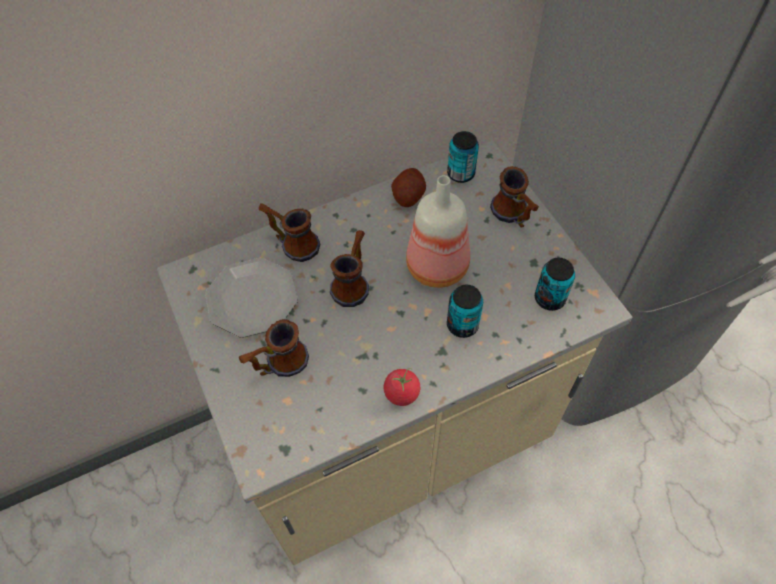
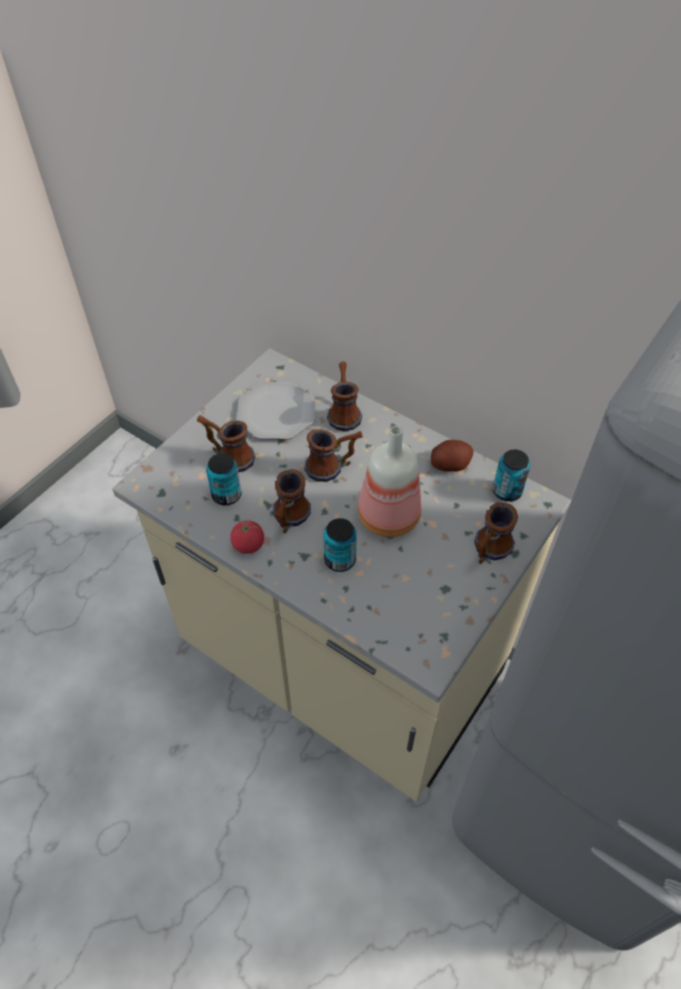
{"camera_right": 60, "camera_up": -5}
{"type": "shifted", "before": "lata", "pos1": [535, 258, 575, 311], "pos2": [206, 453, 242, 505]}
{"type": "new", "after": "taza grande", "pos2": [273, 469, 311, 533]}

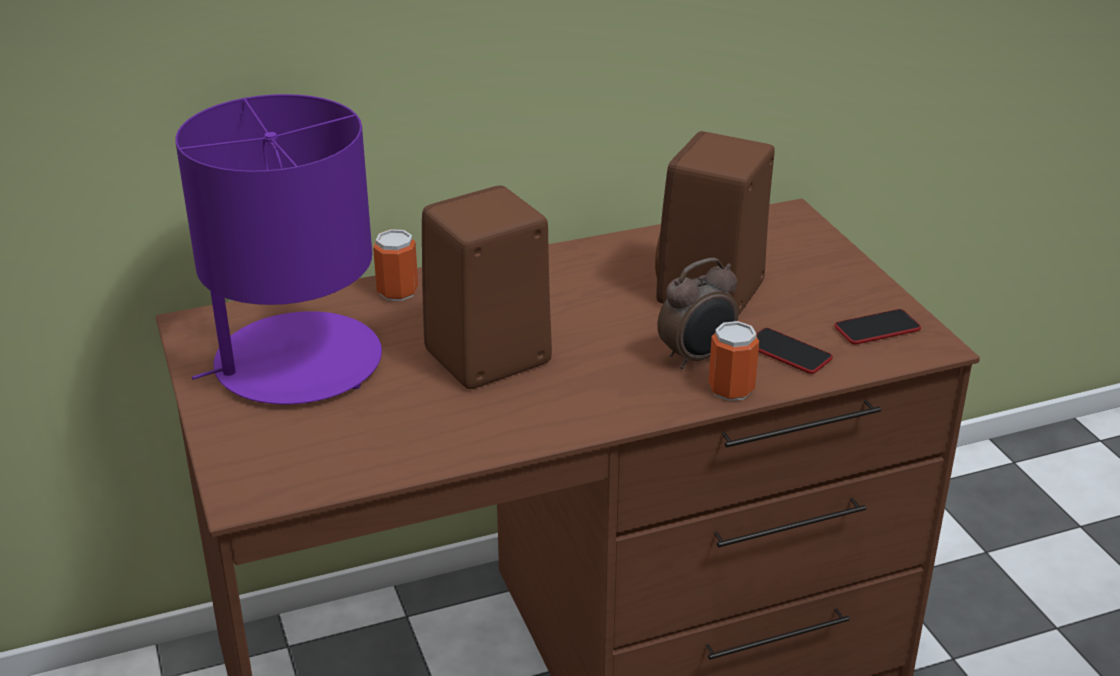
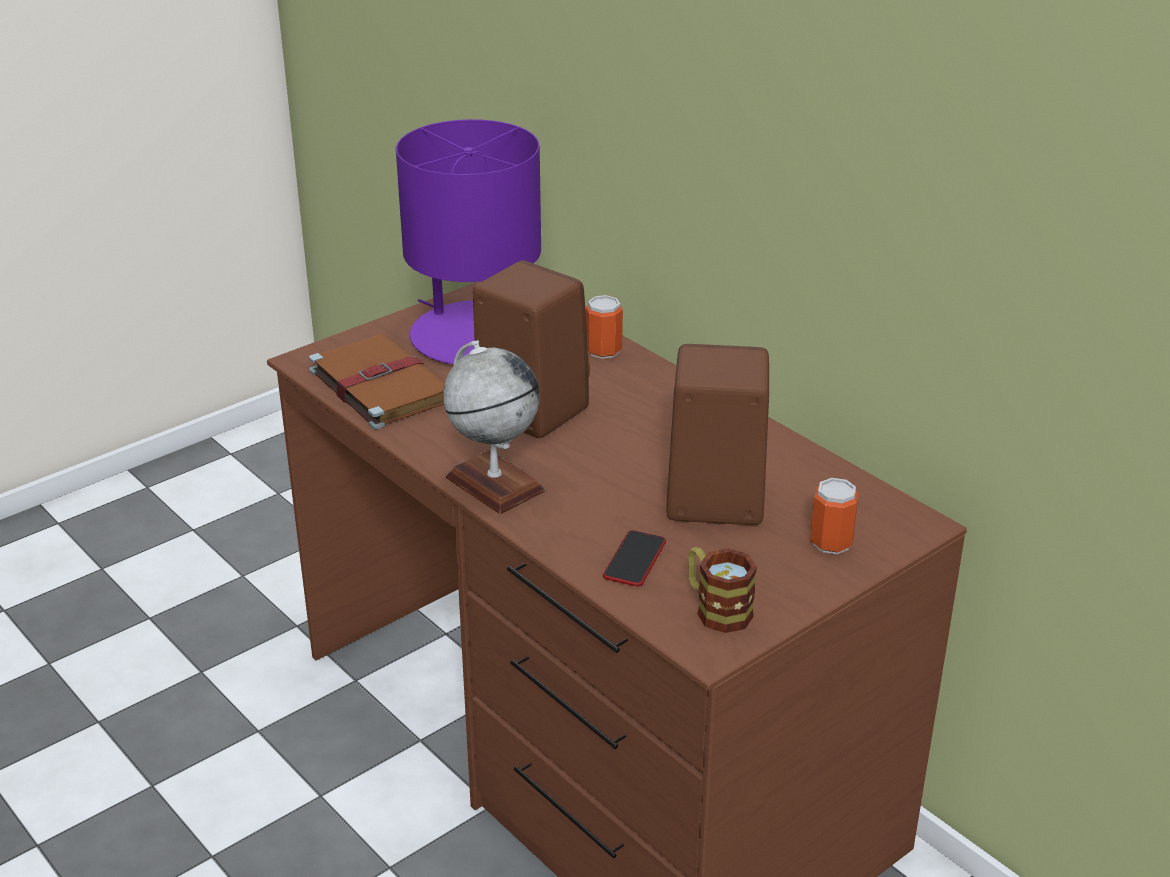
{"camera_right": 70, "camera_up": 0}
{"type": "gone", "before": "despertador", "pos1": [657, 258, 739, 369]}
{"type": "swapped", "before": "móvil", "after": "taza grande", "pos1": [834, 309, 921, 344], "pos2": [688, 547, 757, 633]}
{"type": "shifted", "before": "lata", "pos1": [708, 321, 759, 401], "pos2": [810, 478, 859, 554]}
{"type": "new", "after": "libro (marrón)", "pos2": [309, 334, 445, 429]}
{"type": "new", "after": "globo terráqueo", "pos2": [443, 340, 545, 514]}

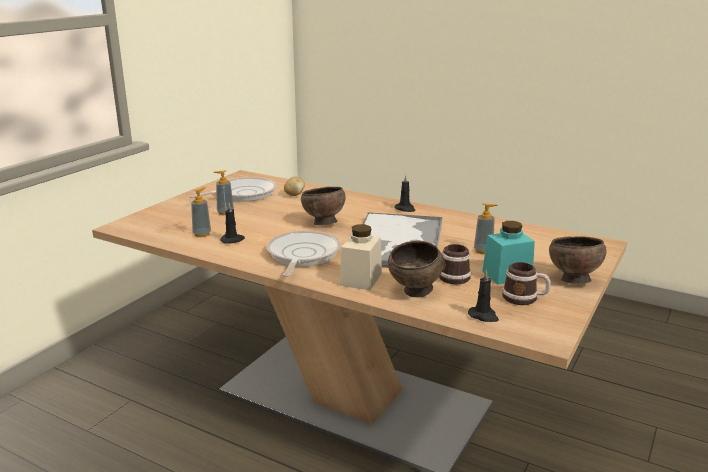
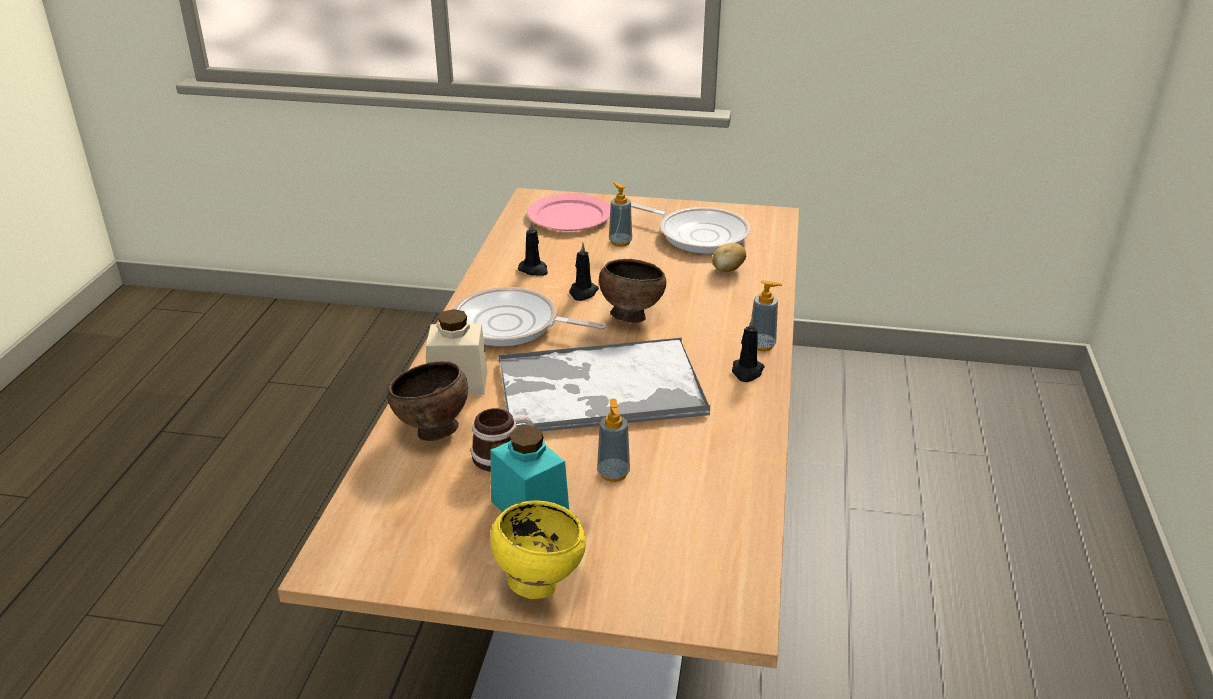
{"camera_right": 70, "camera_up": 10}
{"type": "shifted", "before": "dispensador de jabón", "pos1": [191, 187, 211, 237], "pos2": [751, 280, 783, 351]}
{"type": "rotated", "before": "sartén", "pos1": [266, 230, 341, 277], "pos2": [454, 287, 606, 346], "turn": -150}
{"type": "repainted", "before": "cuenco (marrón)", "after": "cuenco (amarillo)", "pos1": [549, 236, 607, 284], "pos2": [490, 501, 586, 599]}
{"type": "gone", "before": "taza grande", "pos1": [502, 262, 551, 305]}
{"type": "shifted", "before": "vela (negro)", "pos1": [468, 270, 499, 322], "pos2": [569, 243, 599, 301]}
{"type": "new", "after": "plato (rosa)", "pos2": [527, 193, 610, 231]}

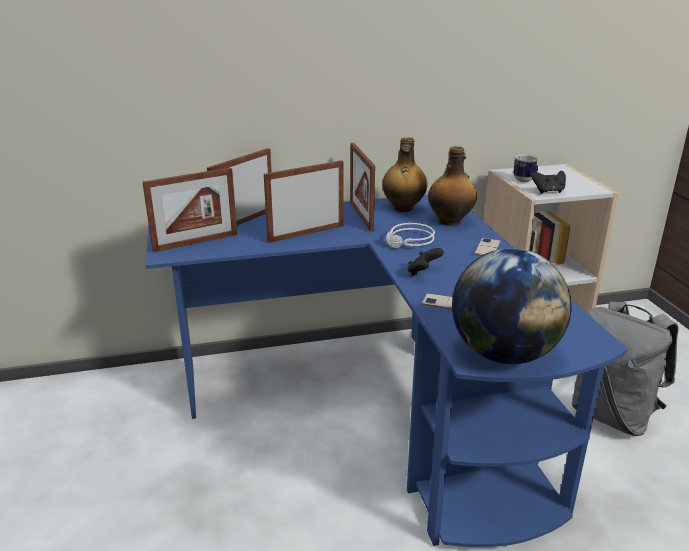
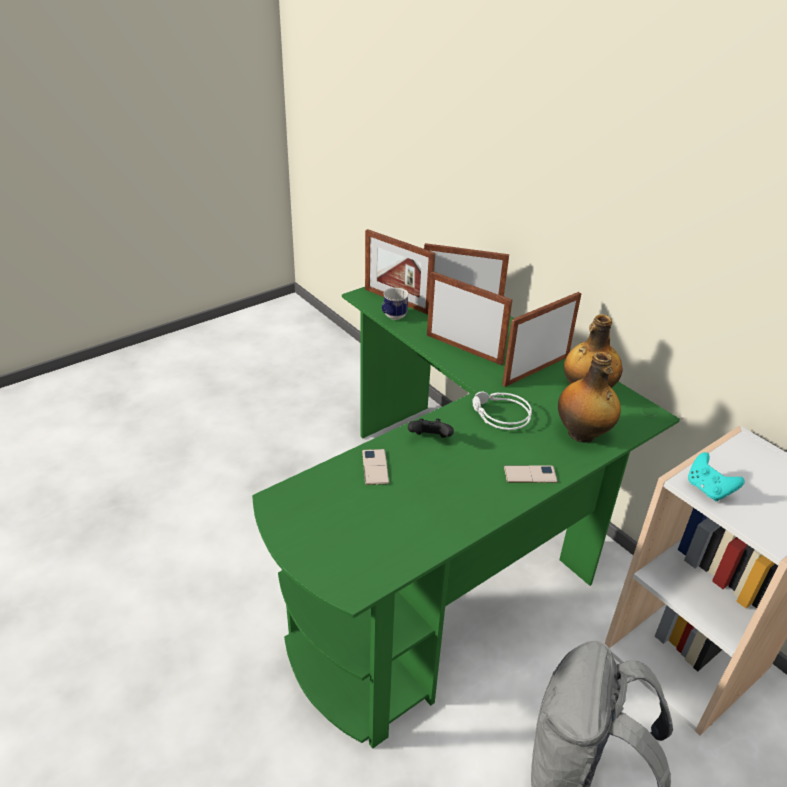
{"camera_right": 65, "camera_up": 10}
{"type": "shifted", "before": "taza grande", "pos1": [513, 154, 538, 182], "pos2": [382, 287, 409, 320]}
{"type": "repainted", "before": "mando de consola (negro)", "after": "mando de consola (turquesa)", "pos1": [531, 171, 566, 194], "pos2": [688, 452, 745, 501]}
{"type": "repainted", "before": "escritorio (azul)", "after": "escritorio (verde)", "pos1": [146, 195, 628, 547], "pos2": [252, 287, 680, 749]}
{"type": "gone", "before": "globo terráqueo", "pos1": [452, 248, 571, 364]}

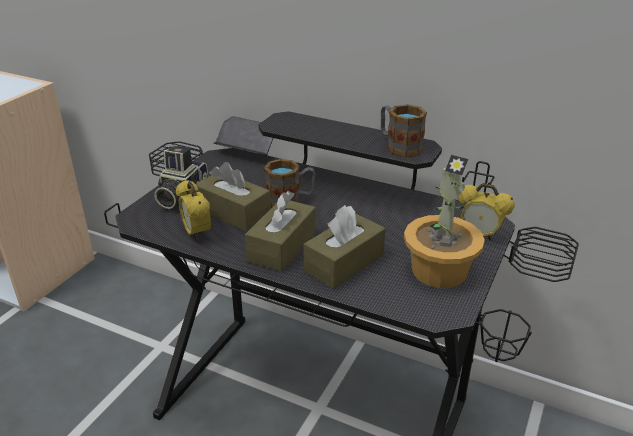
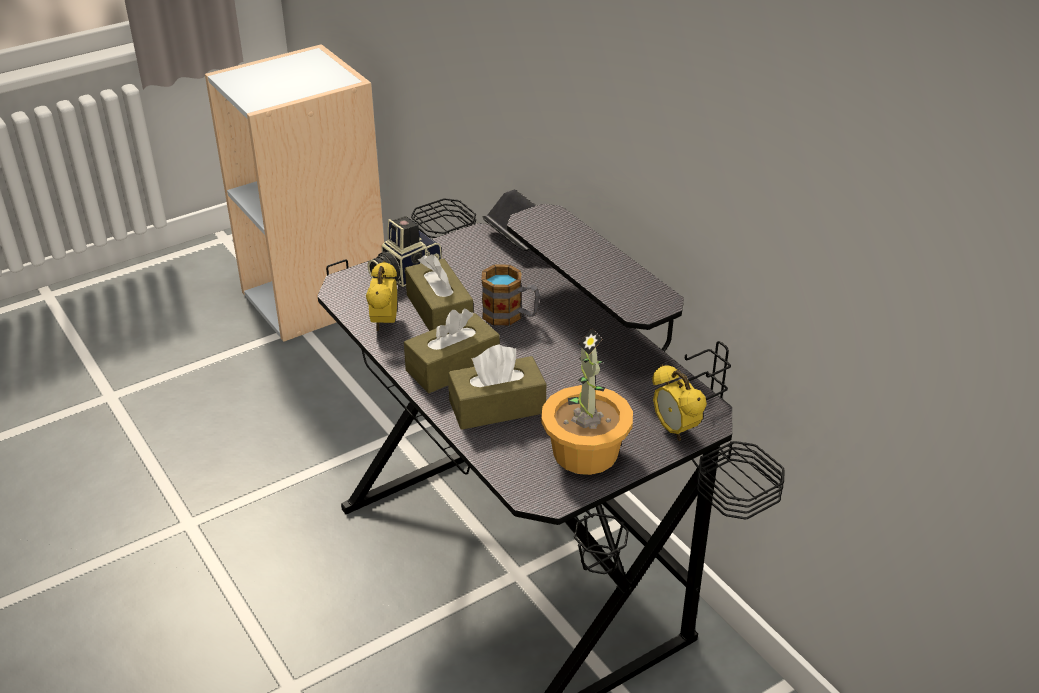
{"camera_right": 30, "camera_up": 5}
{"type": "gone", "before": "taza grande", "pos1": [381, 104, 427, 157]}

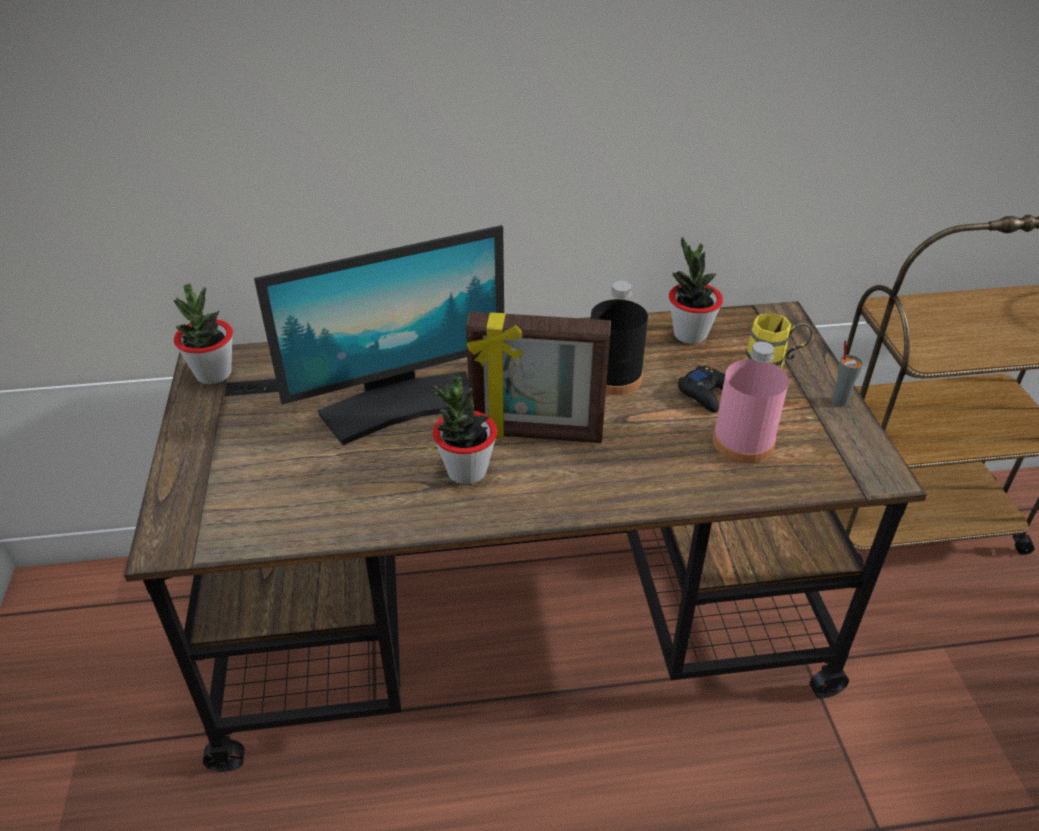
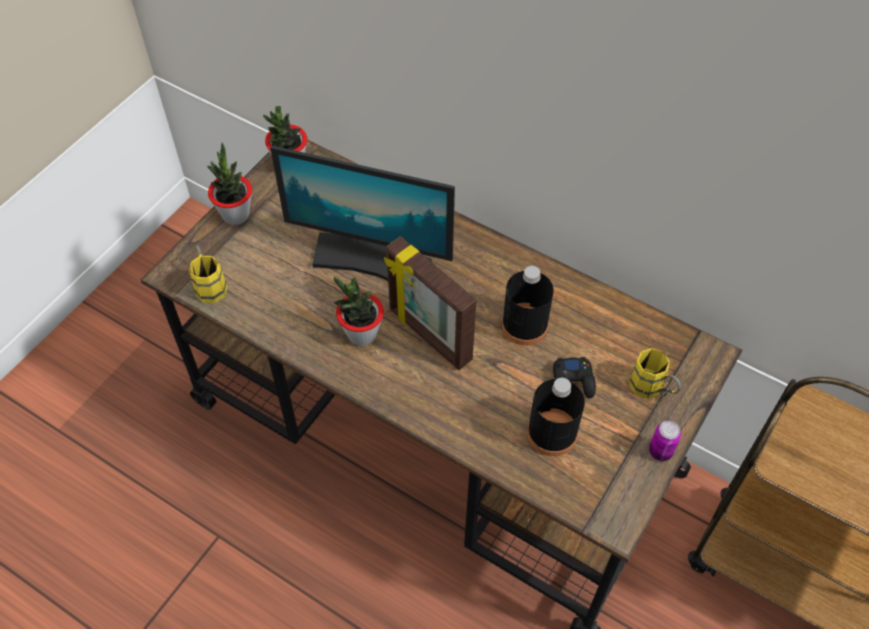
{"camera_right": 40, "camera_up": 15}
{"type": "shifted", "before": "planta en maceta", "pos1": [669, 237, 723, 344], "pos2": [207, 142, 252, 225]}
{"type": "swapped", "before": "taza (gris)", "after": "lata", "pos1": [832, 340, 863, 407], "pos2": [649, 421, 681, 461]}
{"type": "repainted", "before": "botella (rosa)", "after": "botella (negro)", "pos1": [713, 341, 789, 463], "pos2": [527, 378, 585, 457]}
{"type": "new", "after": "taza grande (amarillo)", "pos2": [189, 245, 228, 303]}

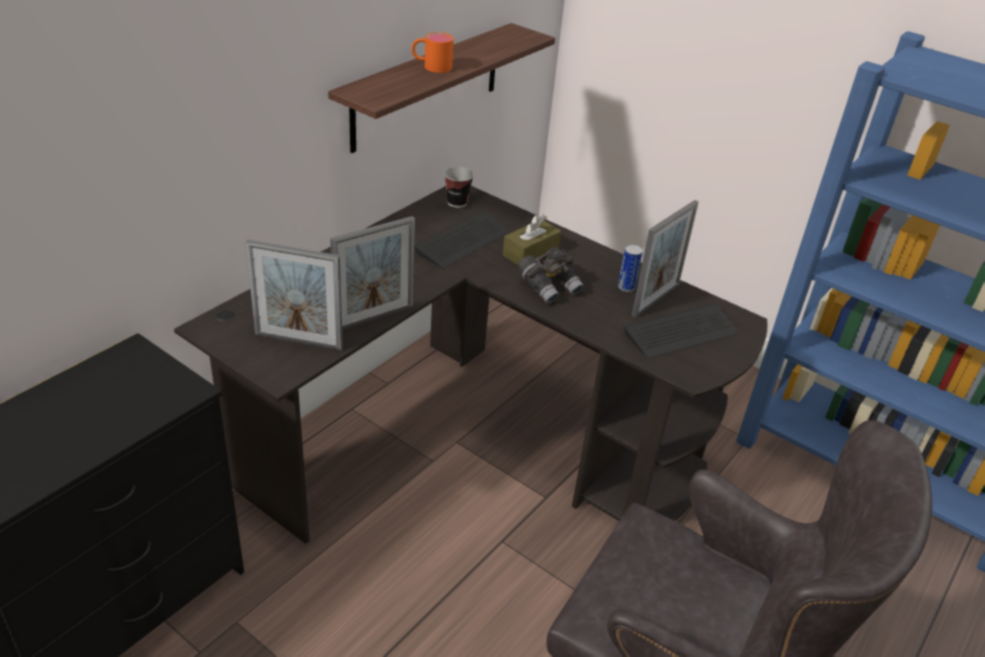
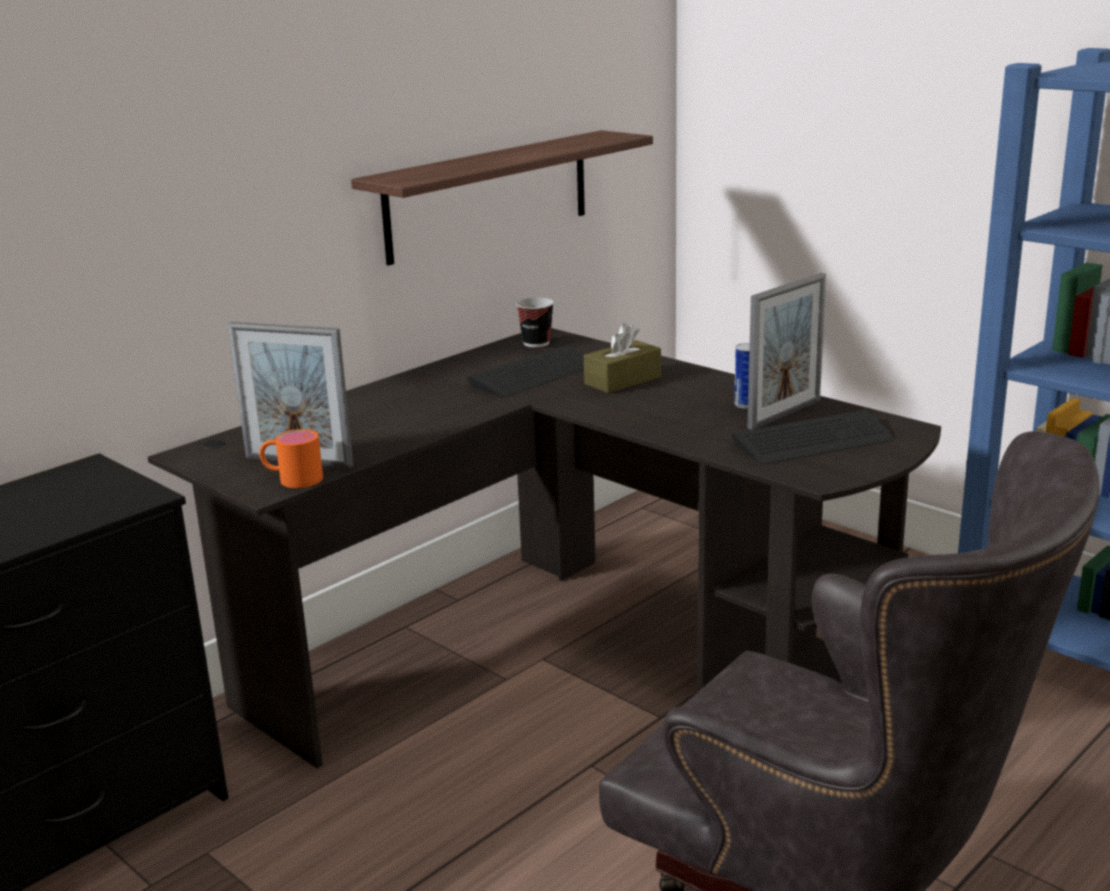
{"camera_right": 10, "camera_up": -15}
{"type": "shifted", "before": "taza grande (naranja)", "pos1": [411, 32, 454, 73], "pos2": [259, 429, 323, 488]}
{"type": "gone", "before": "portarretratos", "pos1": [330, 216, 415, 330]}
{"type": "gone", "before": "prismáticos (gris)", "pos1": [518, 247, 584, 304]}

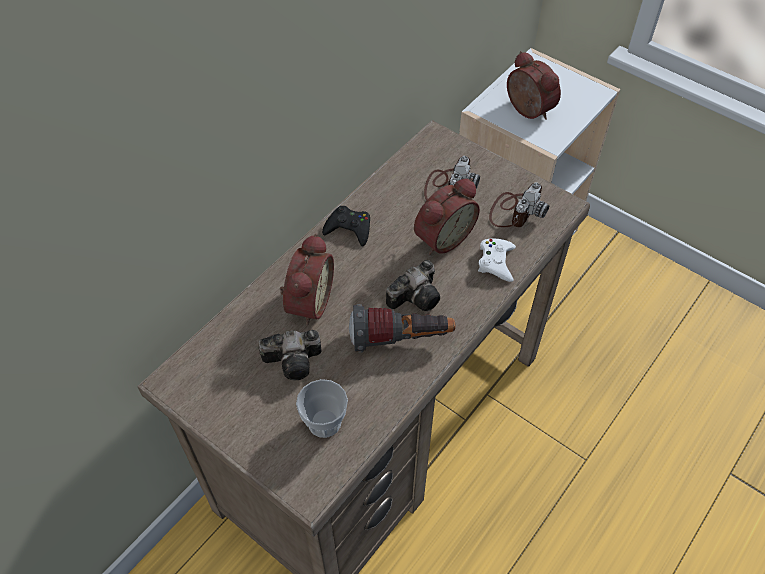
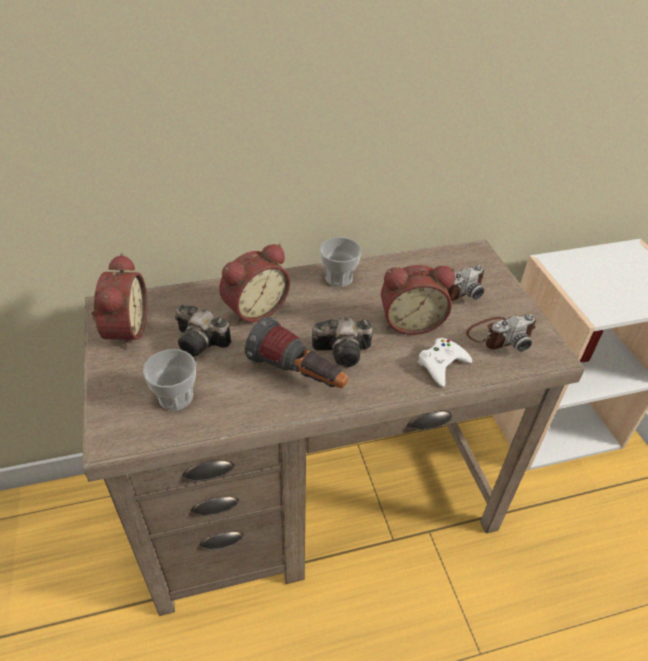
{"camera_right": 35, "camera_up": -10}
{"type": "shifted", "before": "despertador", "pos1": [507, 51, 561, 120], "pos2": [91, 253, 148, 349]}
{"type": "swapped", "before": "mando de consola (negro)", "after": "taza", "pos1": [322, 206, 370, 247], "pos2": [320, 237, 361, 287]}

